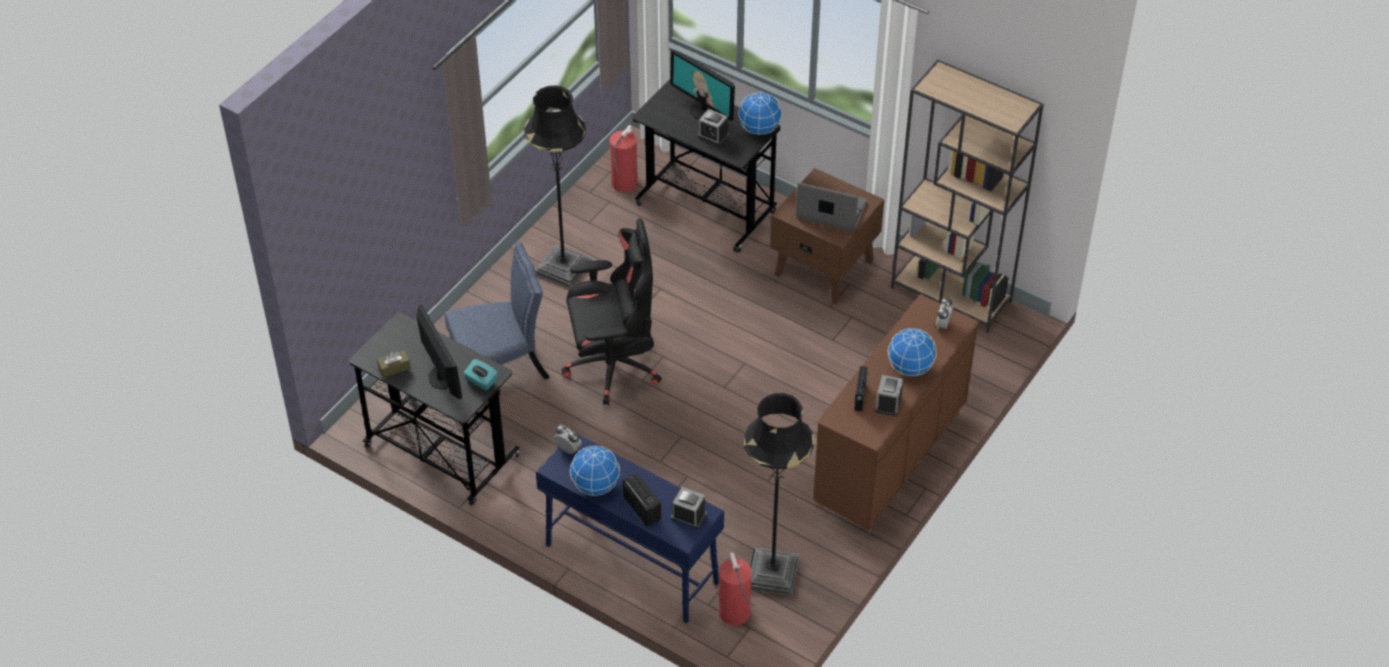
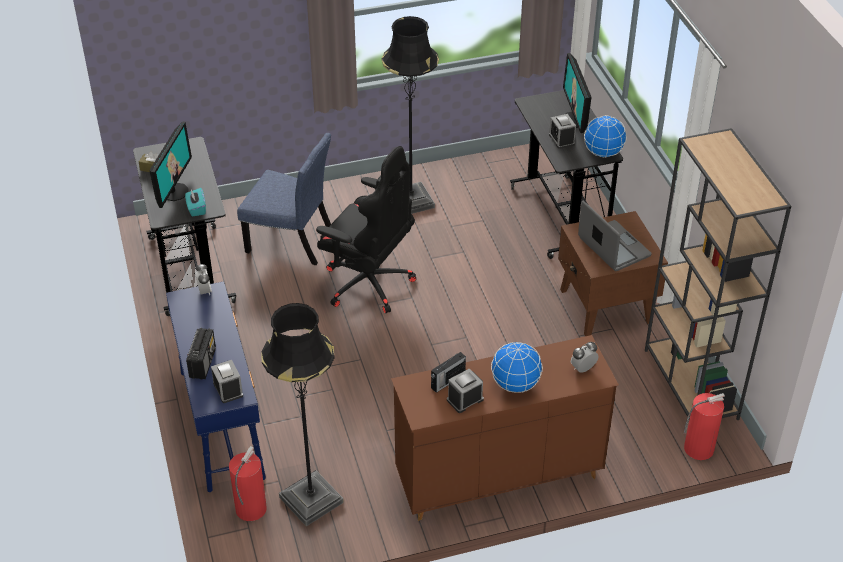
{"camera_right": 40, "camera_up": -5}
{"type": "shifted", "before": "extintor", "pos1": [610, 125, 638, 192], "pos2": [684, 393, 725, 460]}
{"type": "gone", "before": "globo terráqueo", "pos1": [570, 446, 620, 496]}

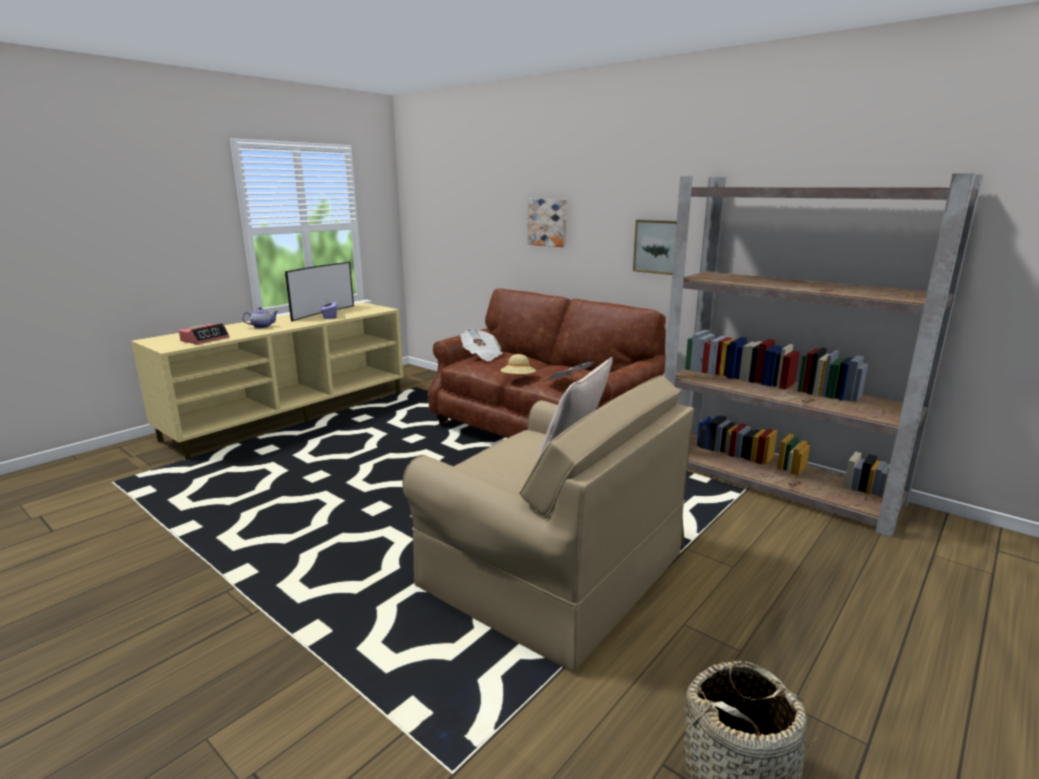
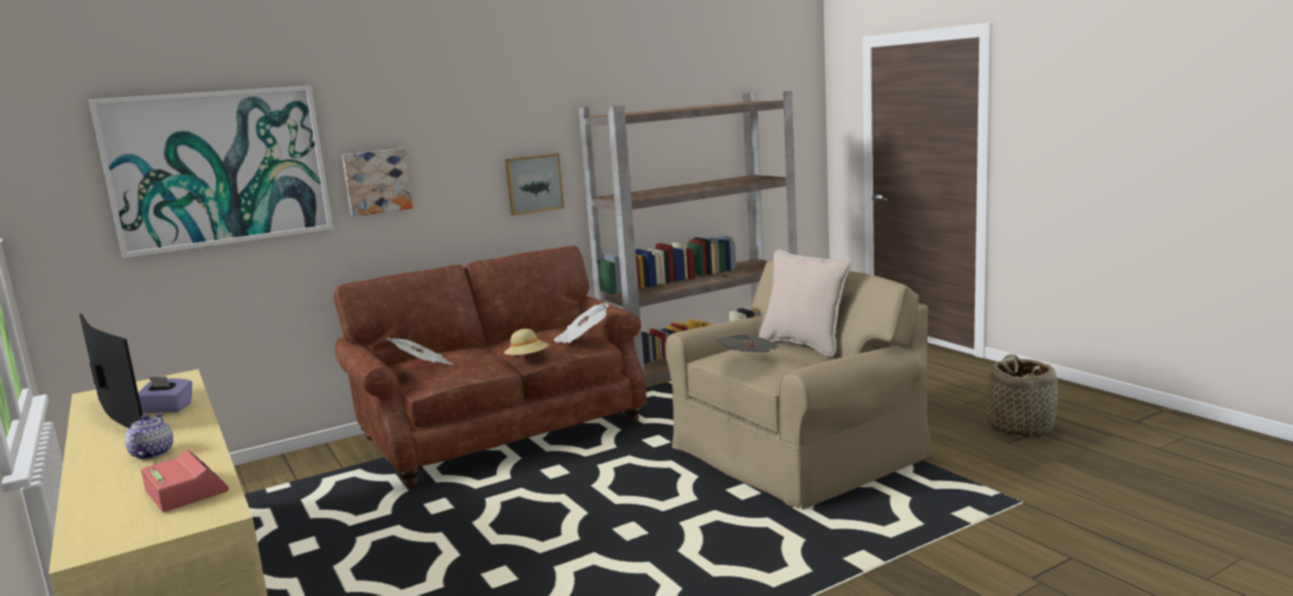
{"camera_right": -70, "camera_up": -5}
{"type": "new", "after": "cuadro", "pos2": [89, 86, 333, 258]}
{"type": "new", "after": "periódico", "pos2": [715, 335, 778, 352]}

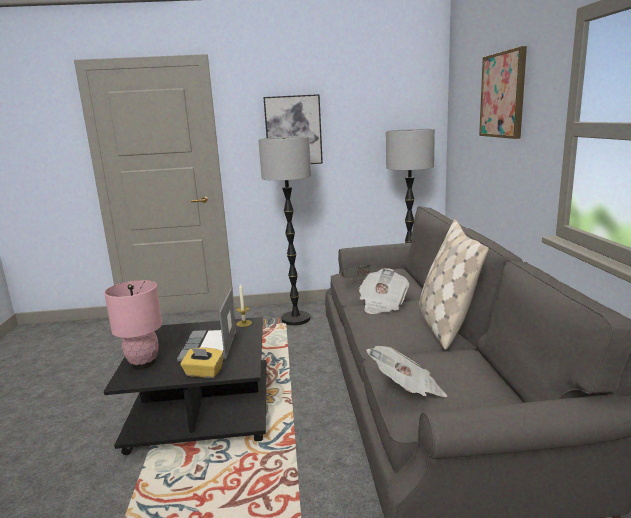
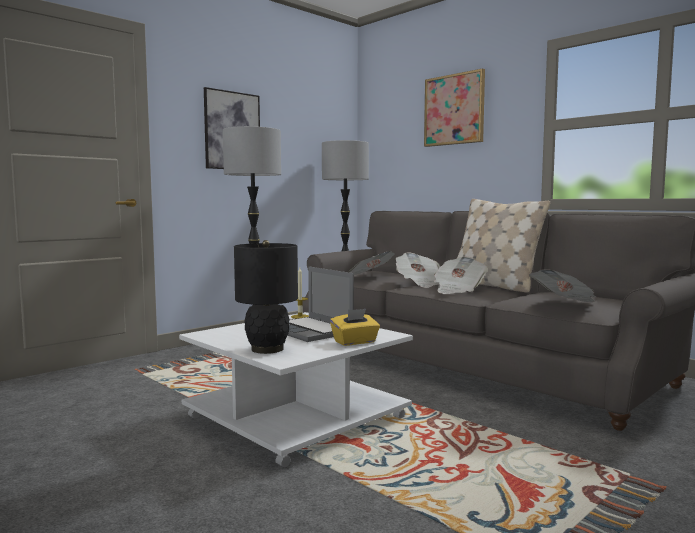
{"camera_right": -40, "camera_up": -10}
{"type": "repainted", "before": "lámpara de mesa (rosa)", "after": "lámpara de mesa (negro)", "pos1": [104, 280, 162, 369], "pos2": [234, 240, 298, 354]}
{"type": "repainted", "before": "mesa de centro (negro)", "after": "mesa de centro (blanco)", "pos1": [104, 317, 267, 455], "pos2": [179, 312, 413, 467]}
{"type": "new", "after": "periódico", "pos2": [434, 257, 488, 294]}

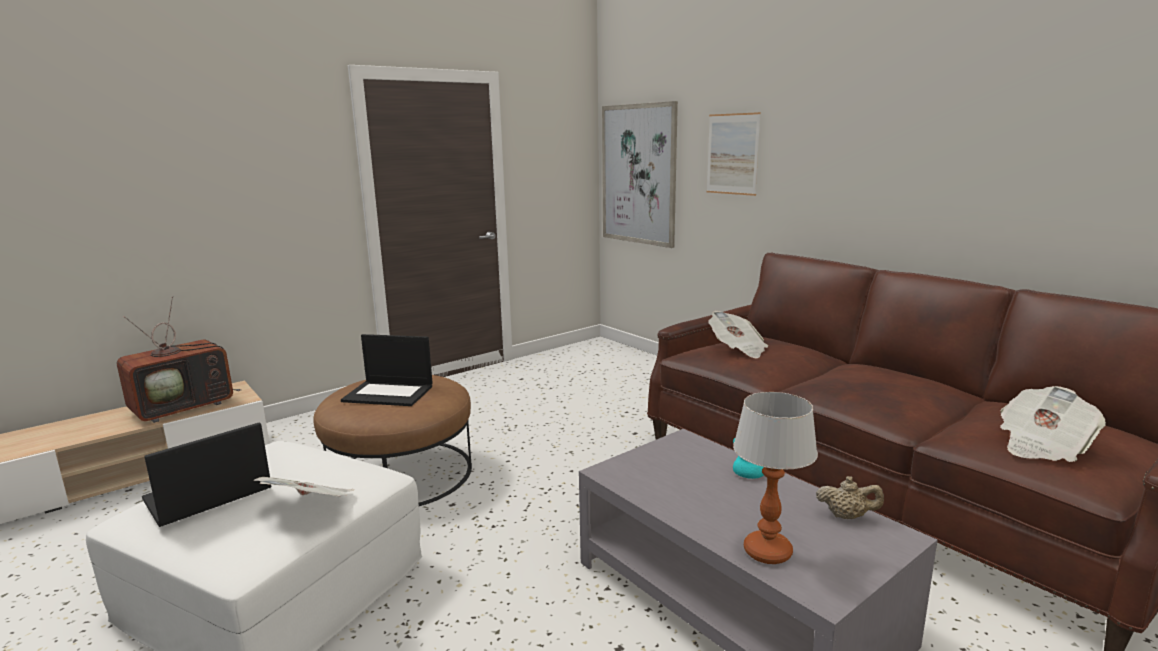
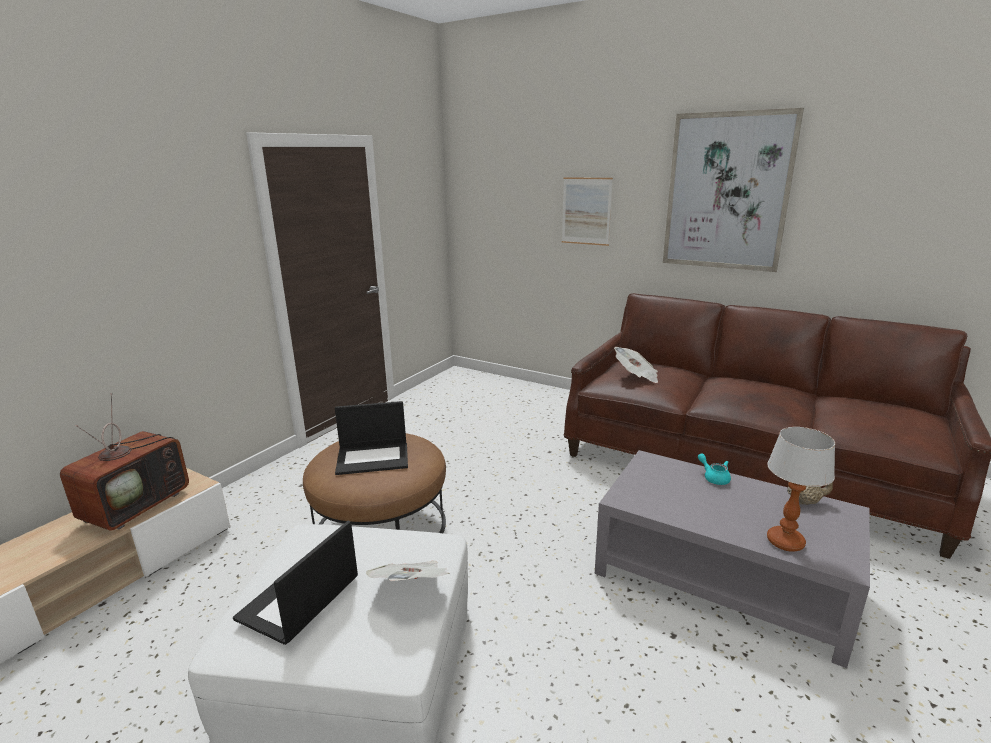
{"camera_right": -20, "camera_up": 5}
{"type": "shifted", "before": "cuadro", "pos1": [602, 101, 678, 248], "pos2": [663, 108, 804, 272]}
{"type": "gone", "before": "periódico", "pos1": [1000, 386, 1106, 462]}

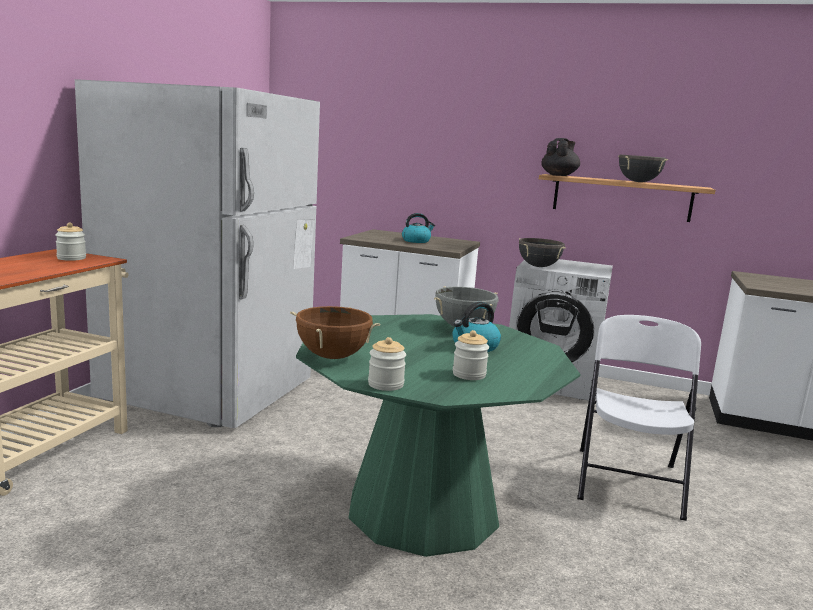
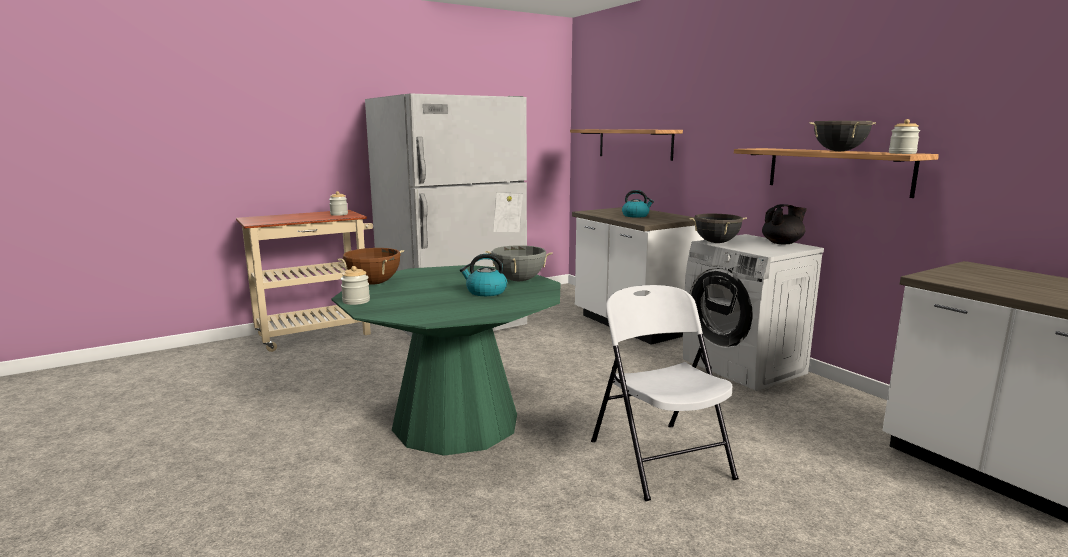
{"camera_right": 40, "camera_up": 0}
{"type": "shifted", "before": "tetera (negro)", "pos1": [541, 138, 580, 176], "pos2": [762, 204, 807, 245]}
{"type": "rotated", "before": "silla (blanco)", "pos1": [577, 315, 701, 521], "pos2": [591, 285, 739, 501], "turn": -75}
{"type": "shifted", "before": "tarro", "pos1": [453, 330, 489, 380], "pos2": [889, 119, 920, 154]}
{"type": "new", "after": "estante", "pos2": [570, 129, 683, 161]}

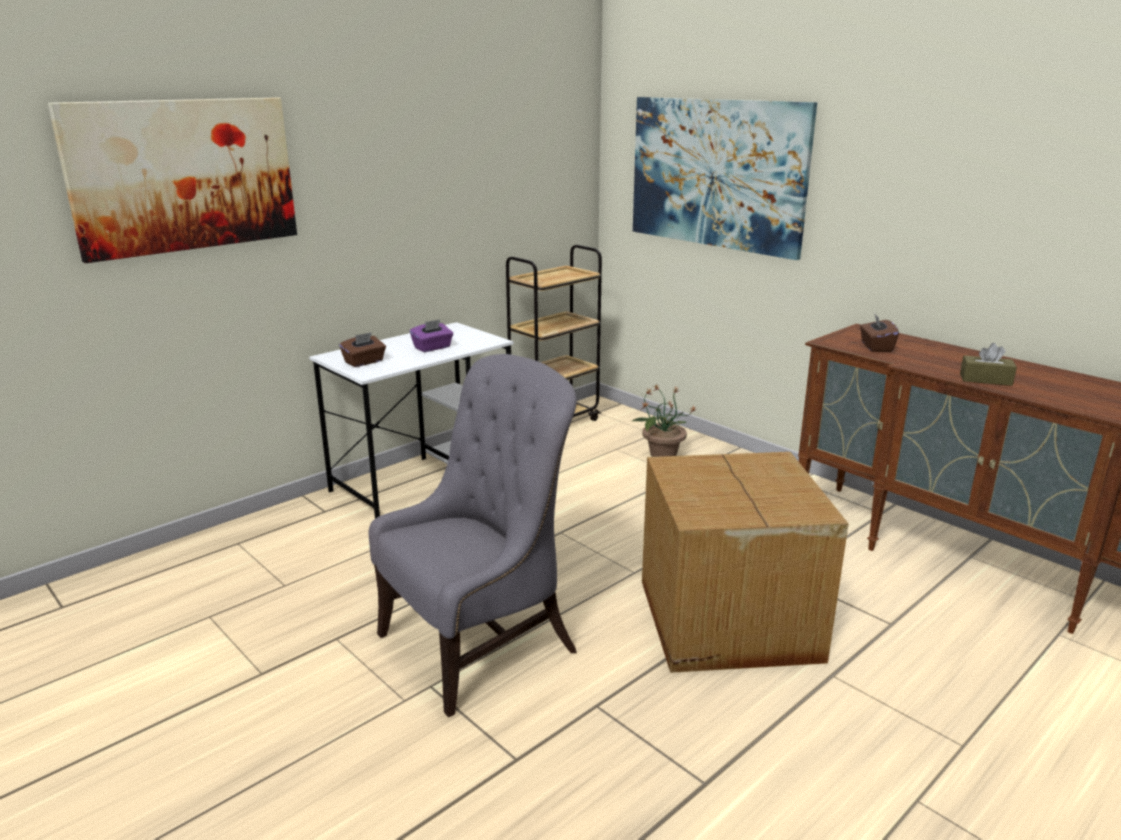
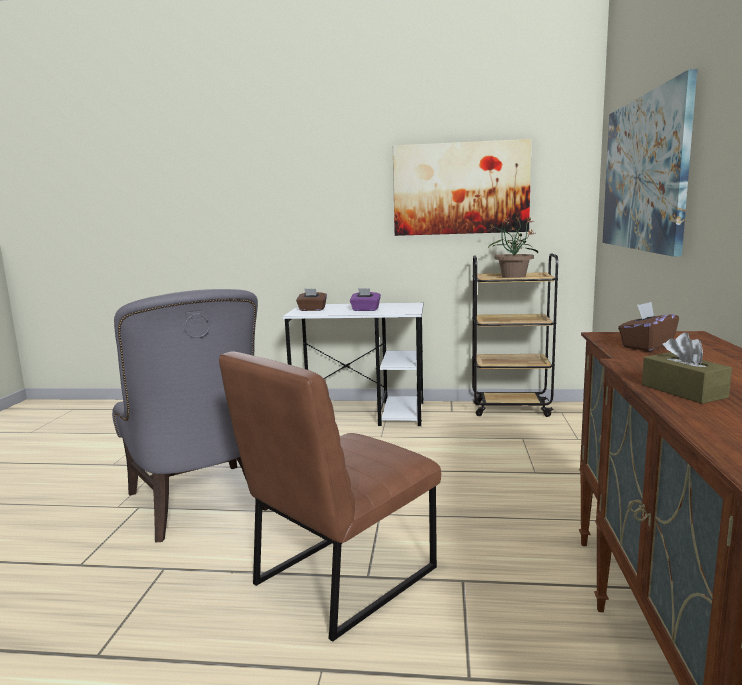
{"camera_right": 50, "camera_up": -10}
{"type": "shifted", "before": "cuadro", "pos1": [48, 98, 297, 263], "pos2": [393, 139, 532, 236]}
{"type": "rotated", "before": "silla (gris)", "pos1": [369, 354, 577, 717], "pos2": [112, 289, 268, 543], "turn": 45}
{"type": "shifted", "before": "planta en maceta", "pos1": [632, 385, 697, 457], "pos2": [488, 216, 538, 278]}
{"type": "swapped", "before": "caja de cartón", "after": "silla (marrón)", "pos1": [642, 452, 849, 673], "pos2": [219, 351, 441, 642]}

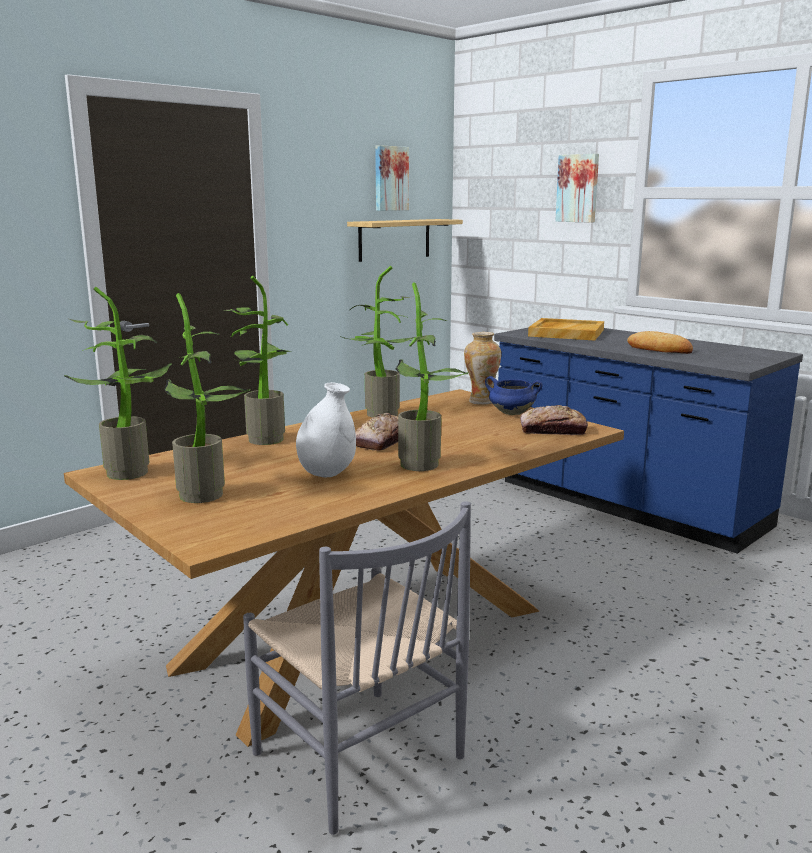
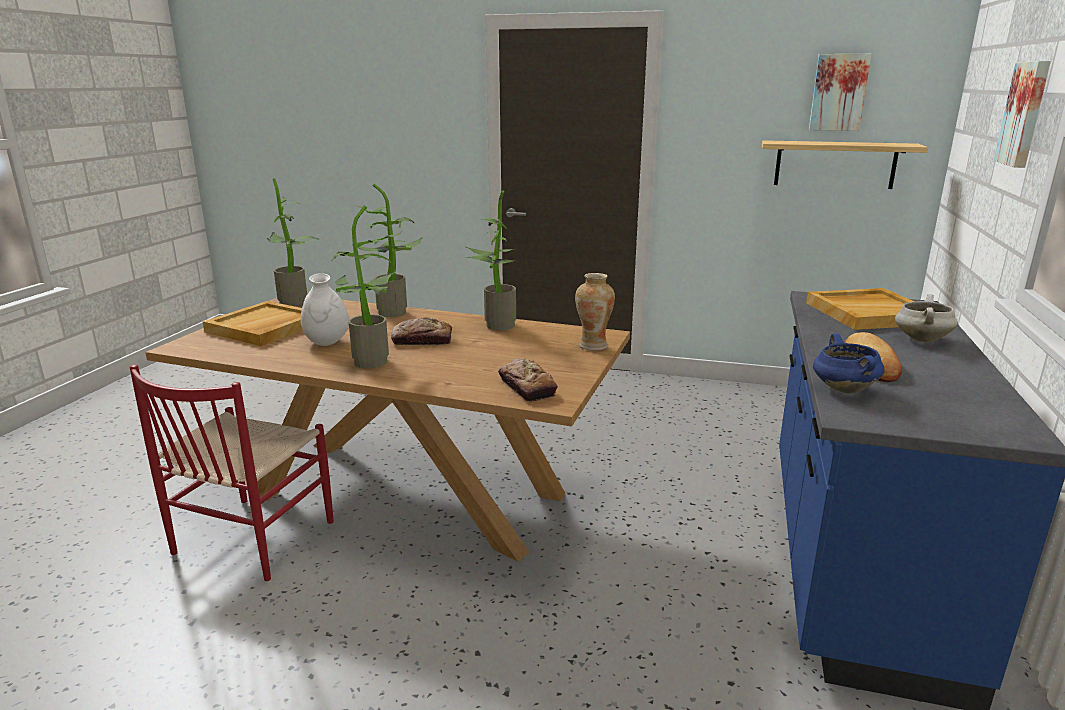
{"camera_right": 60, "camera_up": 5}
{"type": "swapped", "before": "planta en maceta", "after": "bandeja (beis)", "pos1": [164, 293, 251, 503], "pos2": [203, 301, 303, 346]}
{"type": "shifted", "before": "olla (azul)", "pos1": [485, 376, 542, 415], "pos2": [813, 333, 884, 393]}
{"type": "repainted", "before": "silla (gris)", "after": "silla (rojo)", "pos1": [243, 501, 471, 835], "pos2": [130, 365, 334, 581]}
{"type": "new", "after": "olla (blanco)", "pos2": [895, 294, 958, 342]}

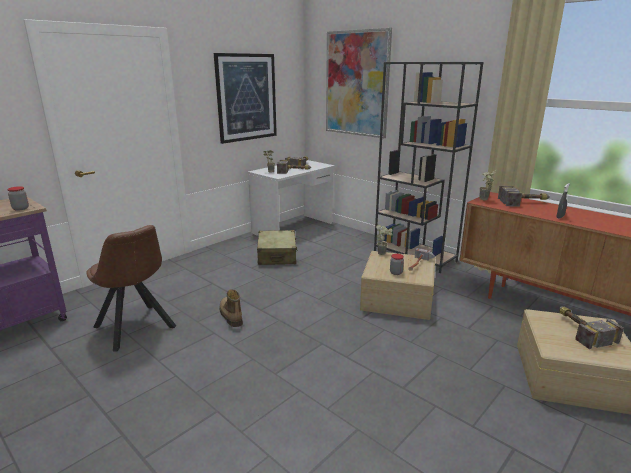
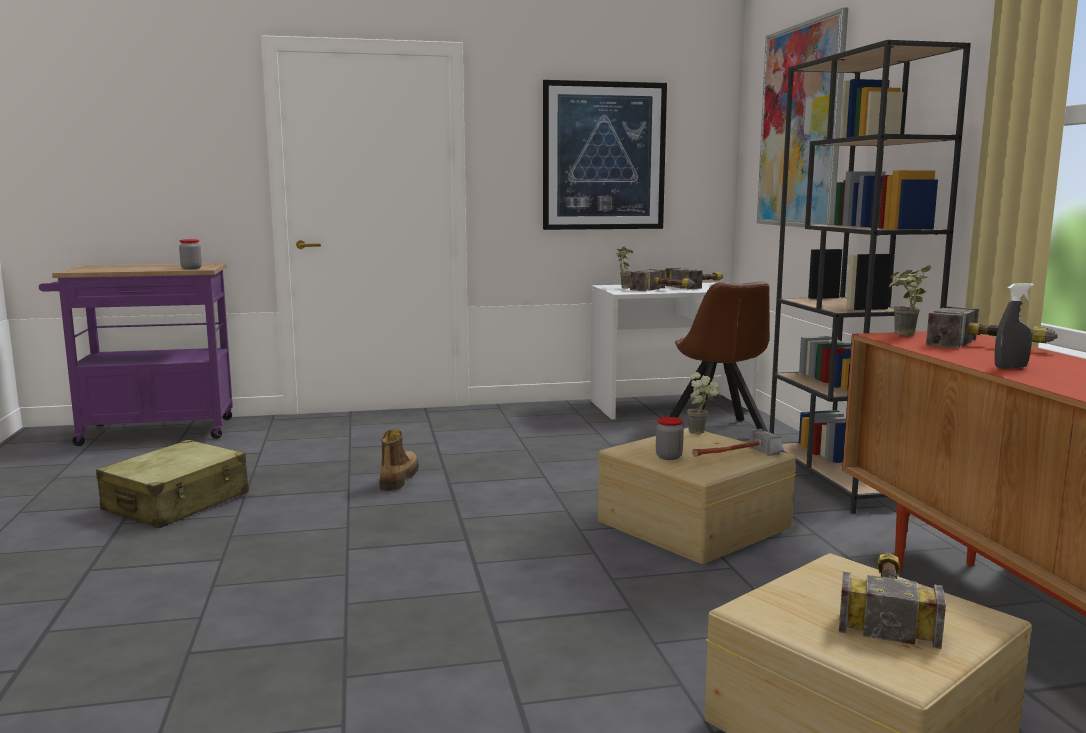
{"camera_right": 35, "camera_up": -10}
{"type": "shifted", "before": "silla (marrón)", "pos1": [87, 225, 176, 352], "pos2": [669, 282, 770, 432]}
{"type": "shifted", "before": "maleta (beis)", "pos1": [257, 230, 298, 265], "pos2": [96, 440, 249, 528]}

